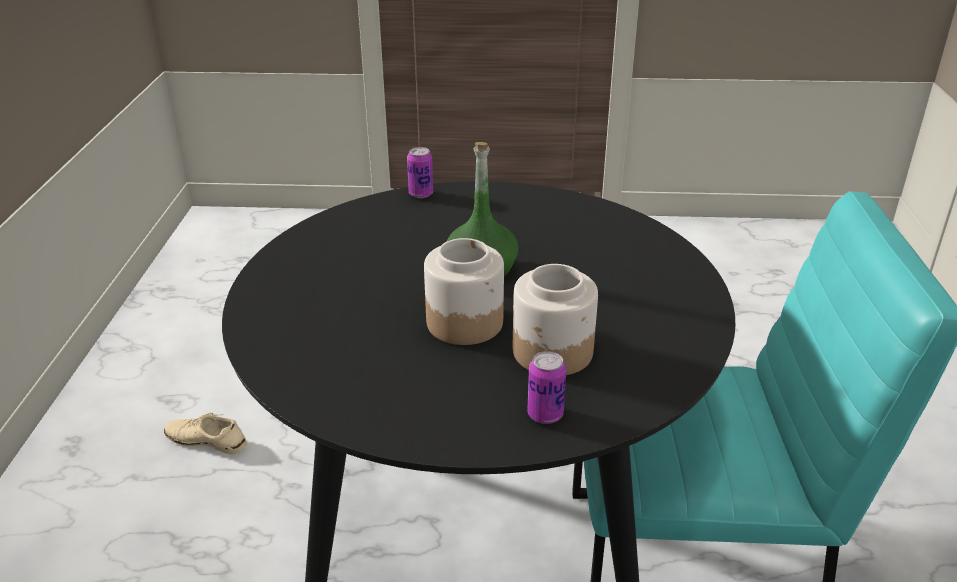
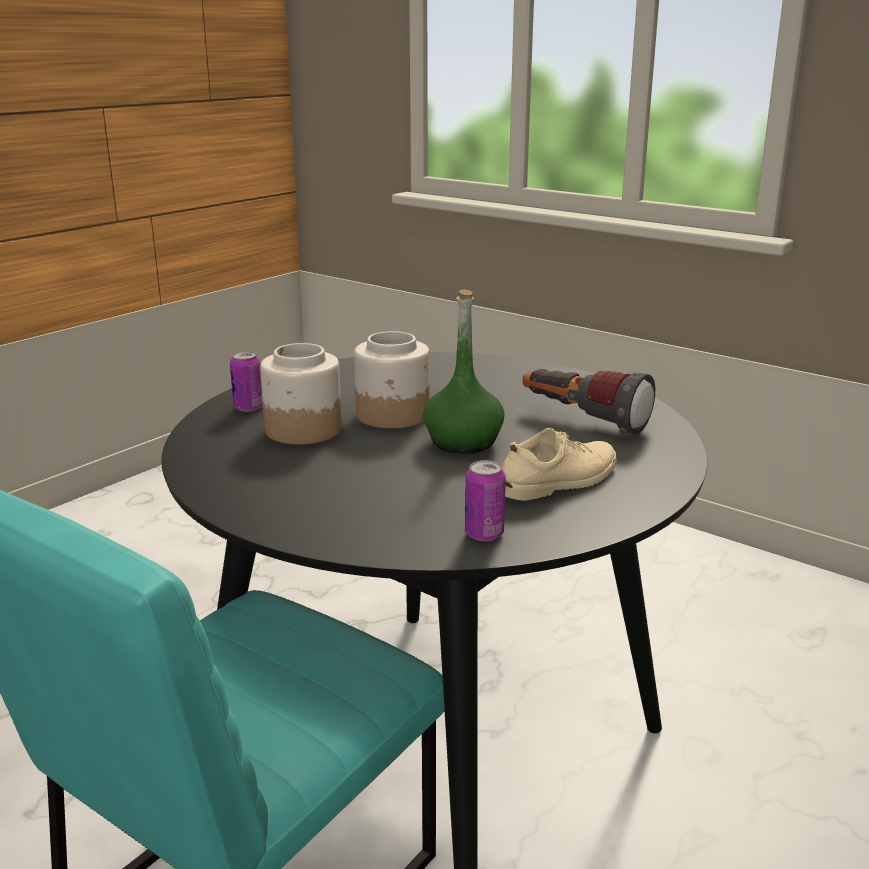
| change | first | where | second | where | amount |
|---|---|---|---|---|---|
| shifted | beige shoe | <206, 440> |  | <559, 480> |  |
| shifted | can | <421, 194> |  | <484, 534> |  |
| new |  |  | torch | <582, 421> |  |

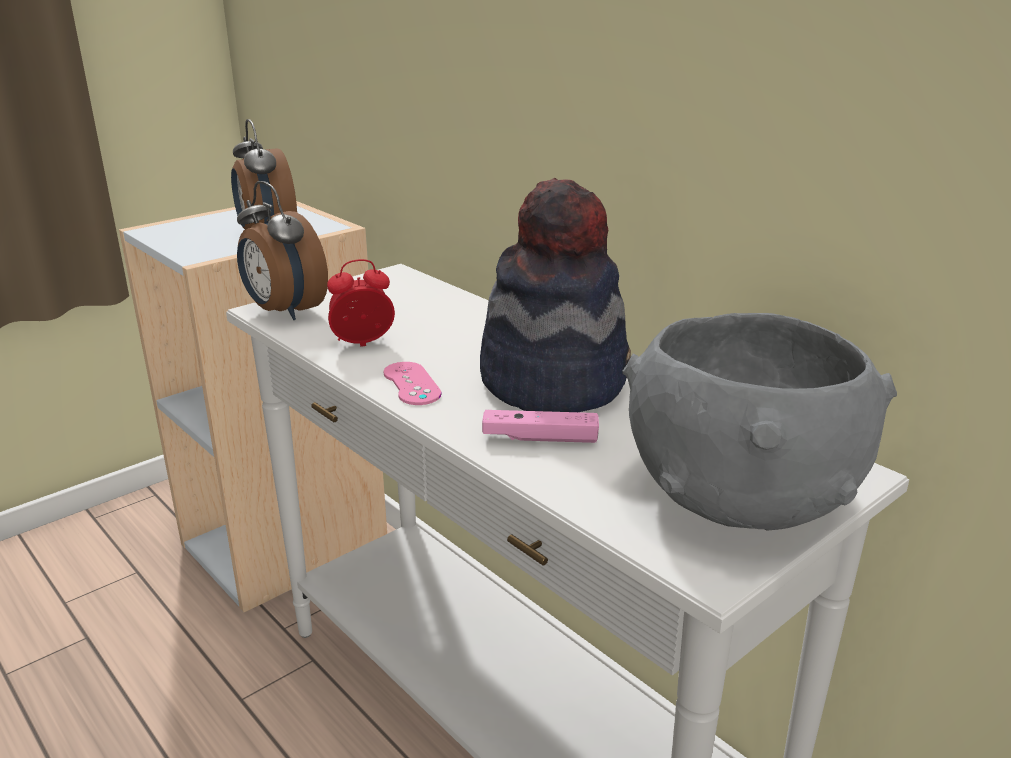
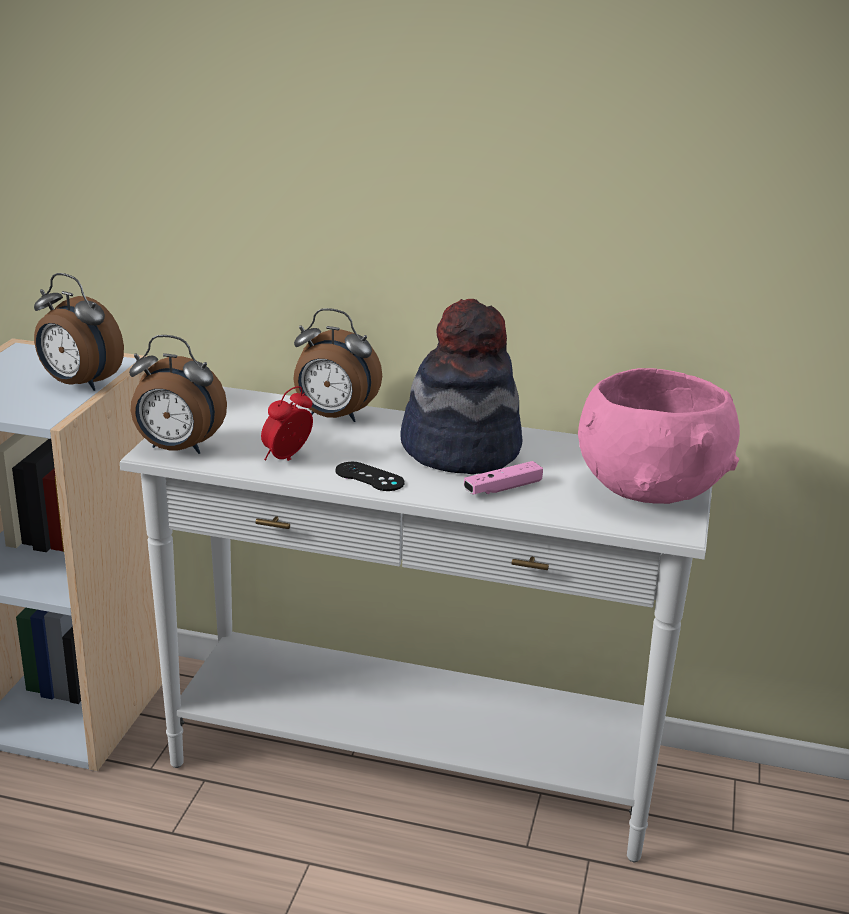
| change | first | where | second | where | amount |
|---|---|---|---|---|---|
| repainted | pinkish gamepad | <411, 384> | black-coloured gamepad | <369, 477> |  |
| repainted | gray bowl | <738, 497> | pinkish bowl | <649, 489> |  |
| new |  |  | table clock | <334, 417> |  |

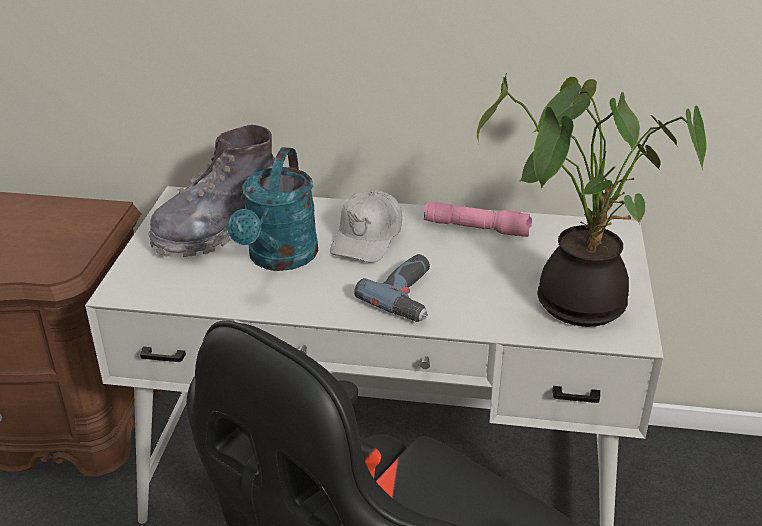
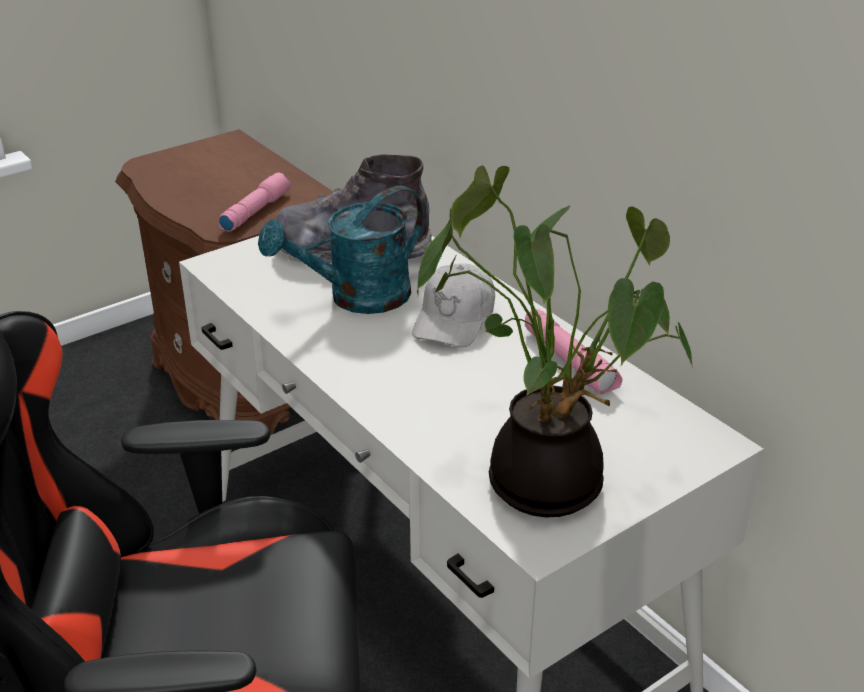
| change | first | where | second | where | amount |
|---|---|---|---|---|---|
| rotated | white baseball cap | <367, 238> |  | <455, 319> | 45 degrees counterclockwise |
| gone | power drill | <410, 296> |  |  |  |
| new |  |  | pinkish torch | <255, 211> |  |

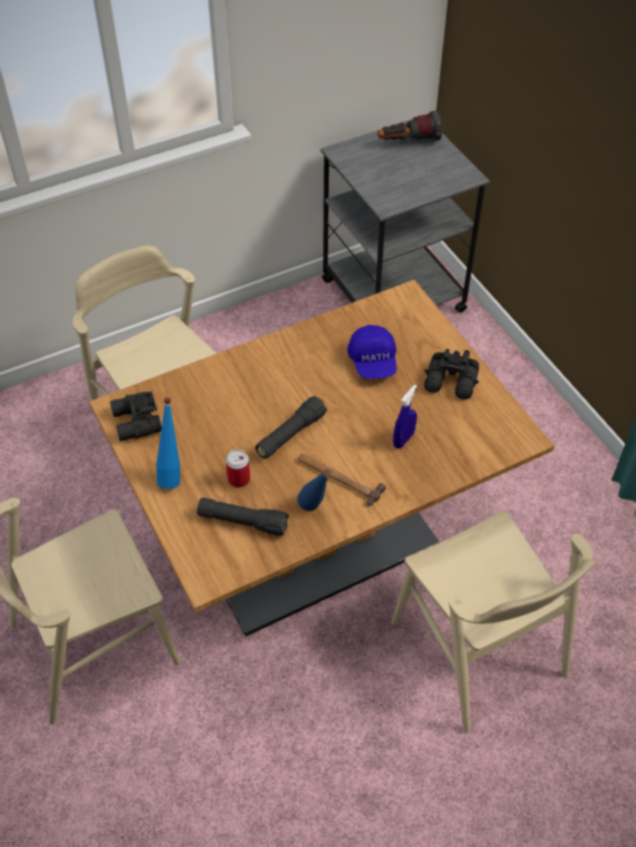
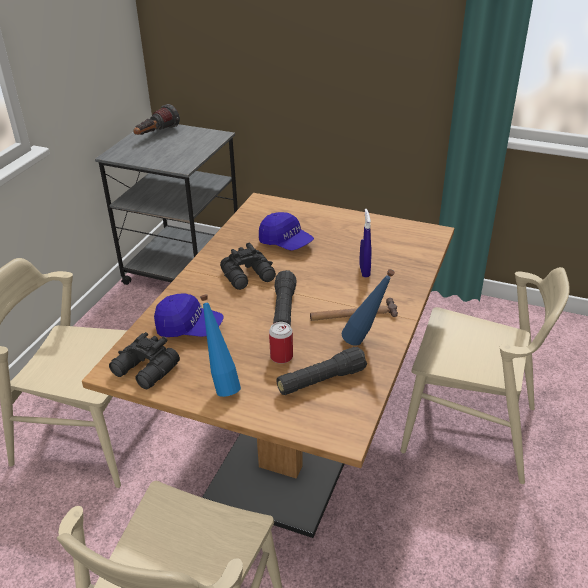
| change | first | where | second | where | amount |
|---|---|---|---|---|---|
| shifted | black-coloured pair of binoculars | <451, 382> |  | <249, 276> |  |
| new |  |  | blue baseball cap | <189, 328> |  |

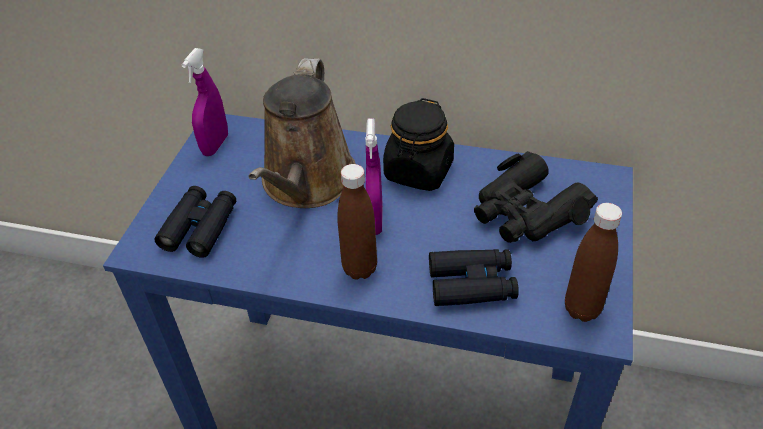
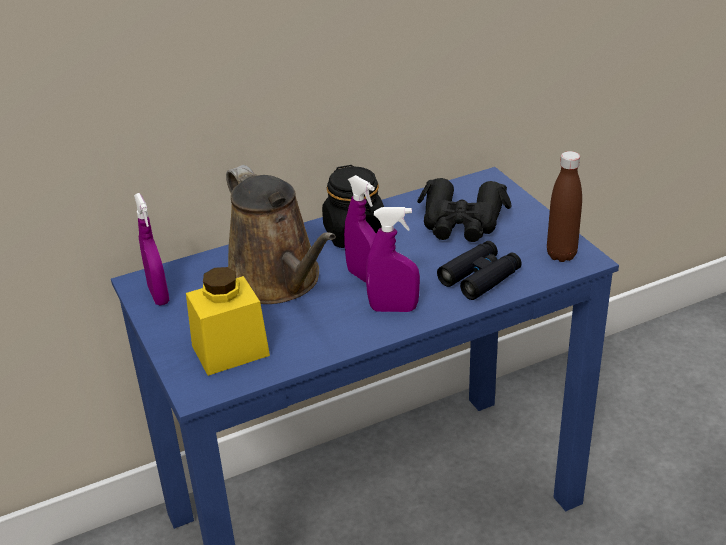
| change | first | where | second | where | amount |
|---|---|---|---|---|---|
| swapped | black-coloured pair of binoculars | <200, 227> | yellowish jar | <230, 350> |  |
| swapped | brownish beverage bottle | <359, 268> | purple hand sprayer | <393, 309> |  |

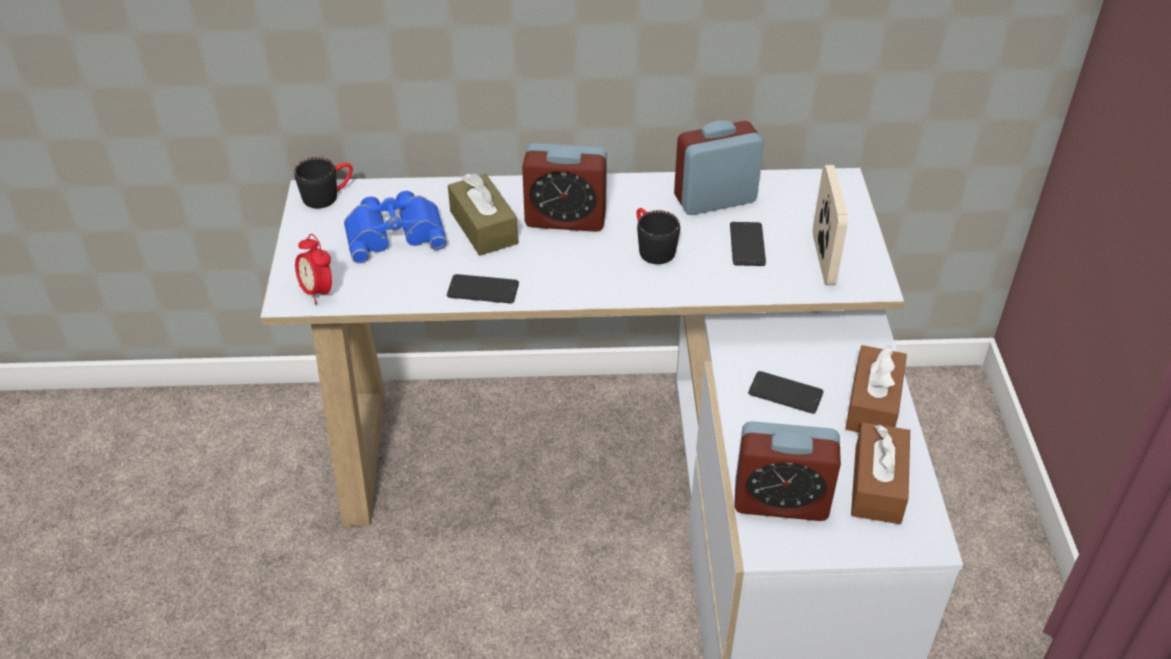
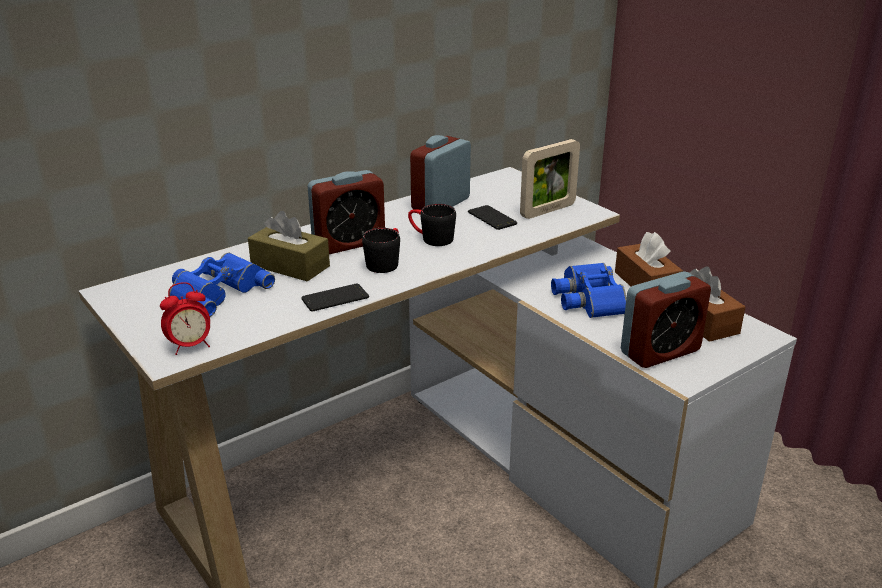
| change | first | where | second | where | amount |
|---|---|---|---|---|---|
| shifted | black-coloured coffee mug | <328, 195> |  | <385, 262> |  |
| rotated | table clock | <317, 292> |  | <190, 346> | 45 degrees counterclockwise |
| swapped | handset | <785, 393> | blue pair of binoculars | <589, 298> |  |
| rotated | photo frame | <823, 259> |  | <547, 210> | 90 degrees clockwise |

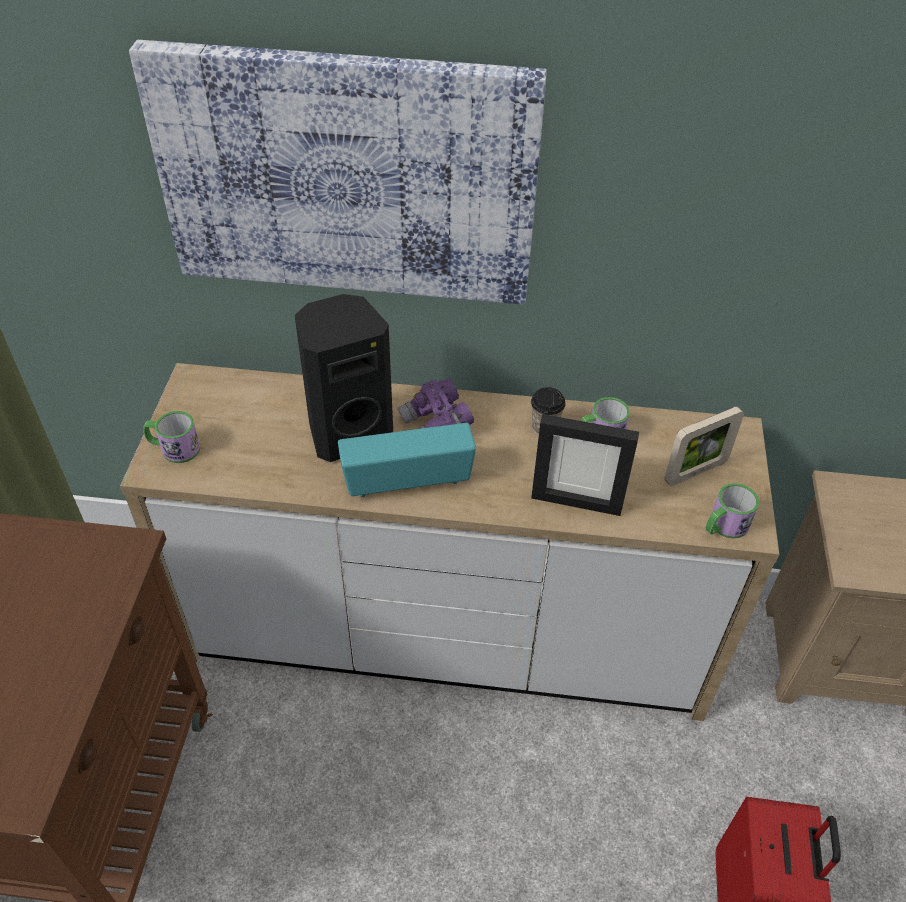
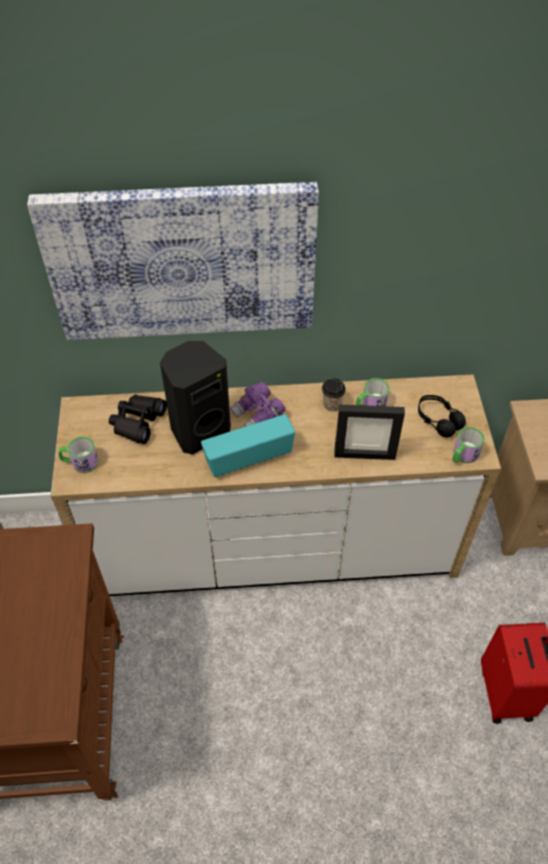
| change | first | where | second | where | amount |
|---|---|---|---|---|---|
| swapped | photo frame | <695, 472> | black-coloured headphones | <438, 420> |  |
| new |  |  | black-coloured pair of binoculars | <137, 422> |  |

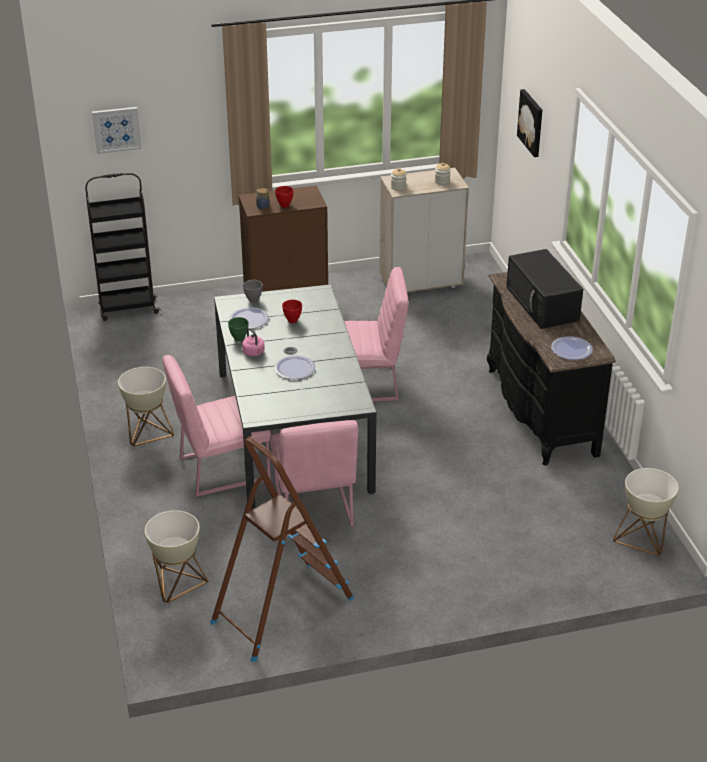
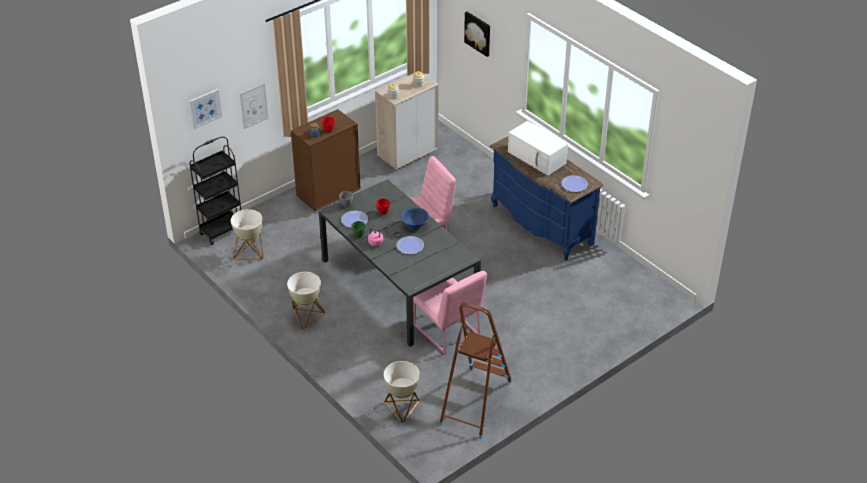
| change | first | where | second | where | amount |
|---|---|---|---|---|---|
| gone | pinkish plain chair | <221, 469> |  |  |  |
| repainted | black-coloured dresser | <538, 412> | blue dresser | <541, 226> |  |
| repainted | black-coloured microwave oven | <543, 304> | white microwave oven | <537, 158> |  |
| shifted | flower pot | <641, 541> |  | <250, 253> |  |
| new |  |  | picture | <253, 106> |  |
| new |  |  | blue bowl | <414, 225> |  |

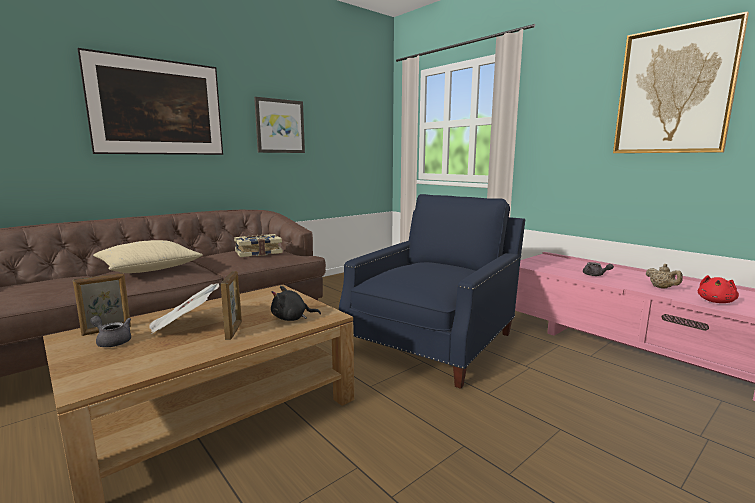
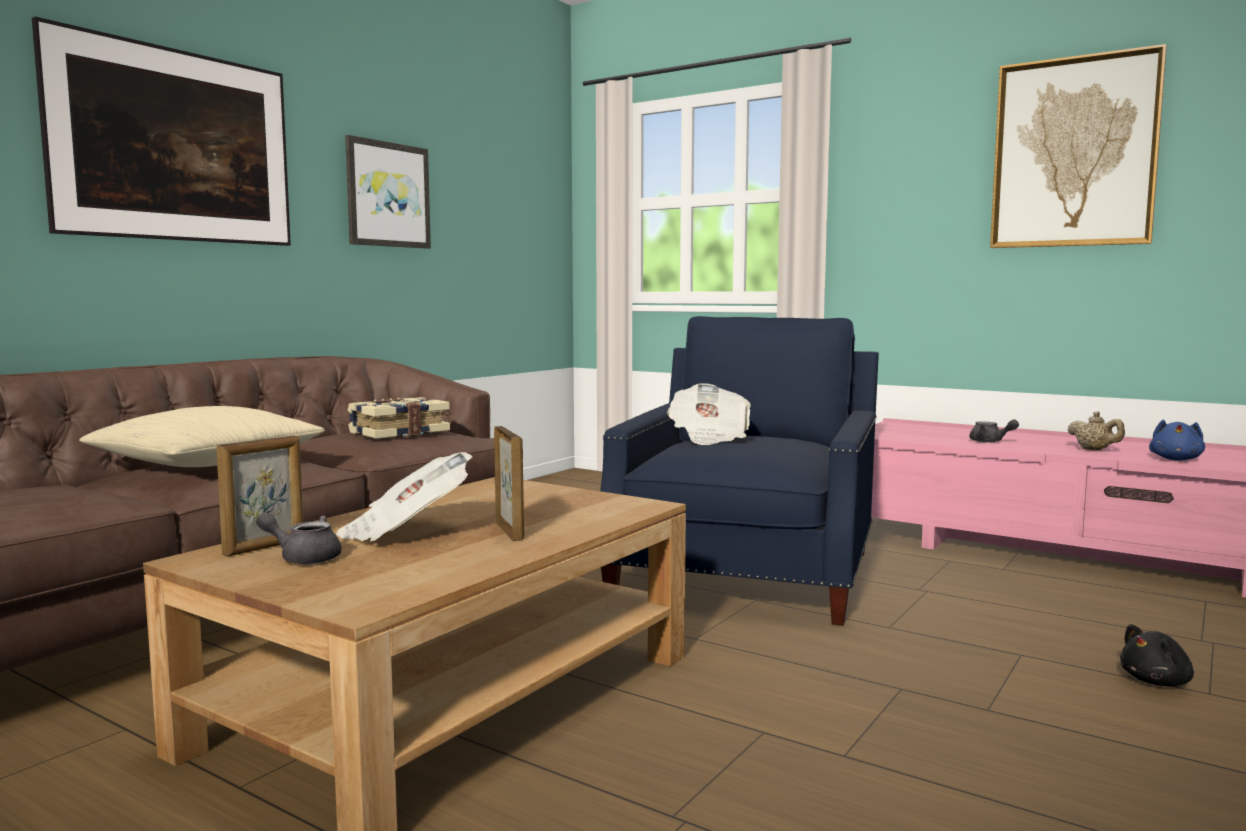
| change | first | where | second | where | amount |
|---|---|---|---|---|---|
| shifted | black-coloured plush toy | <292, 318> |  | <1158, 682> |  |
| repainted | reddish plush toy | <716, 301> | blue plush toy | <1176, 459> |  |
| new |  |  | printed paper | <709, 438> |  |

